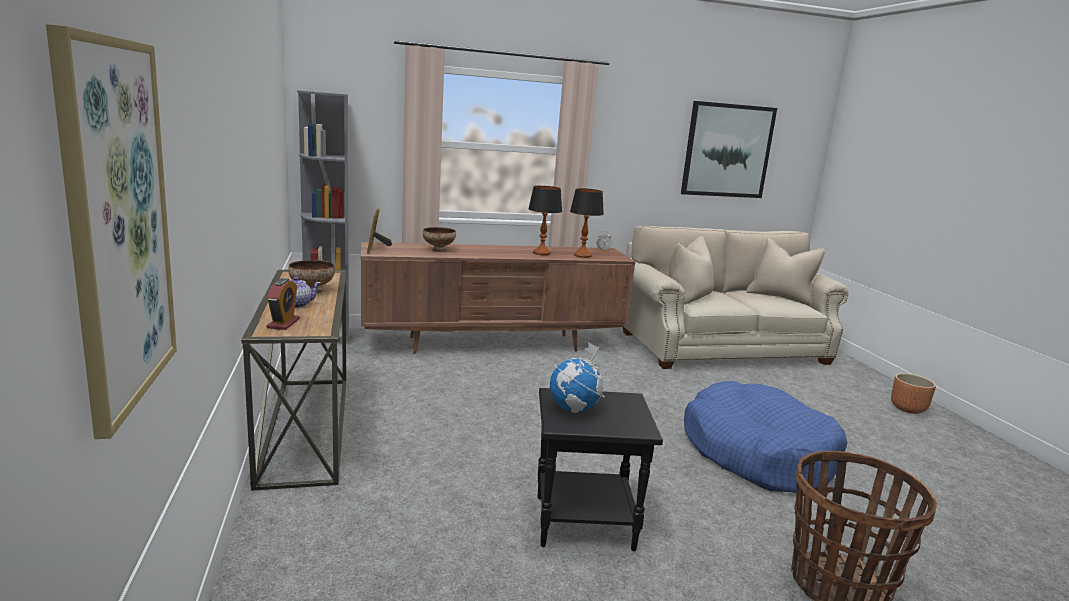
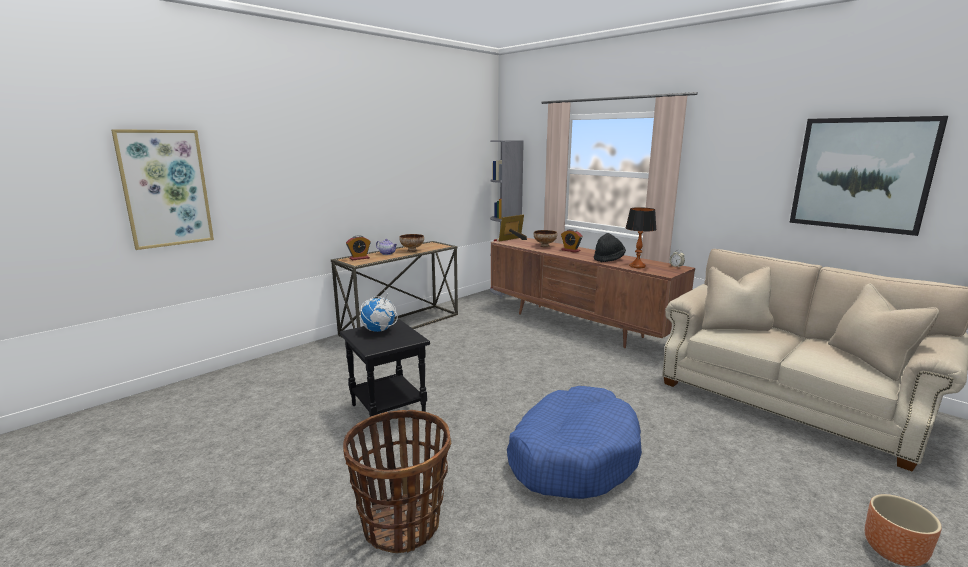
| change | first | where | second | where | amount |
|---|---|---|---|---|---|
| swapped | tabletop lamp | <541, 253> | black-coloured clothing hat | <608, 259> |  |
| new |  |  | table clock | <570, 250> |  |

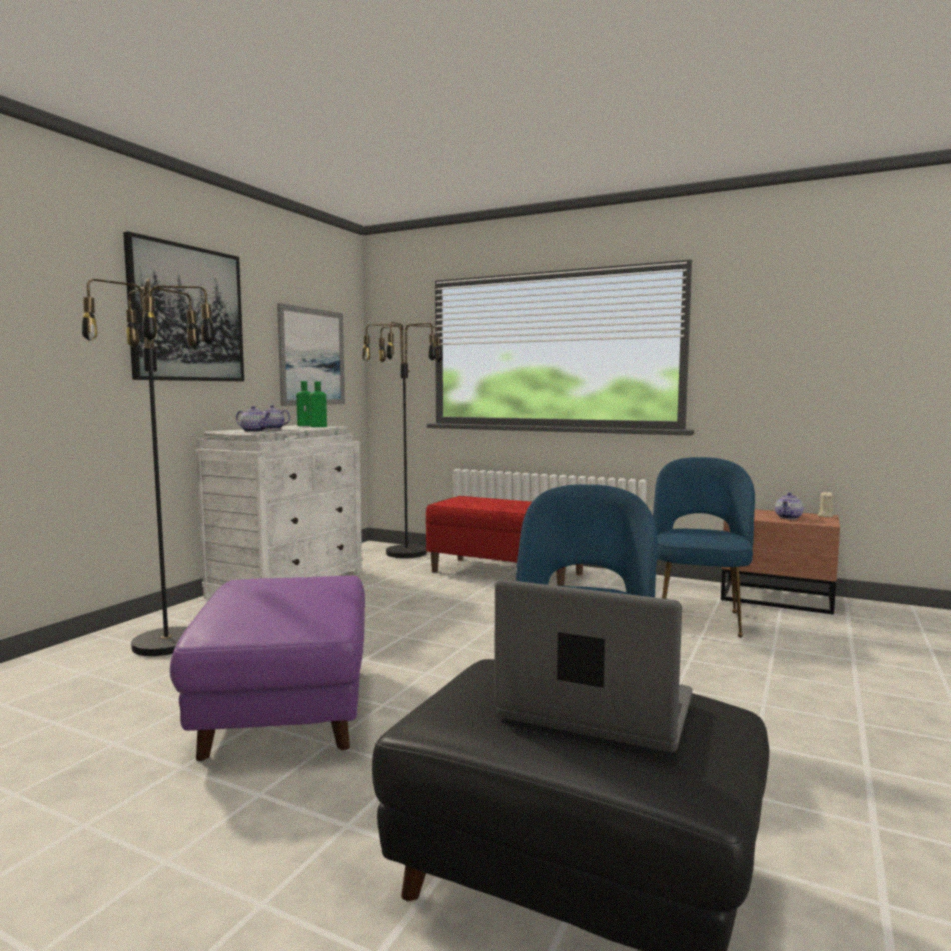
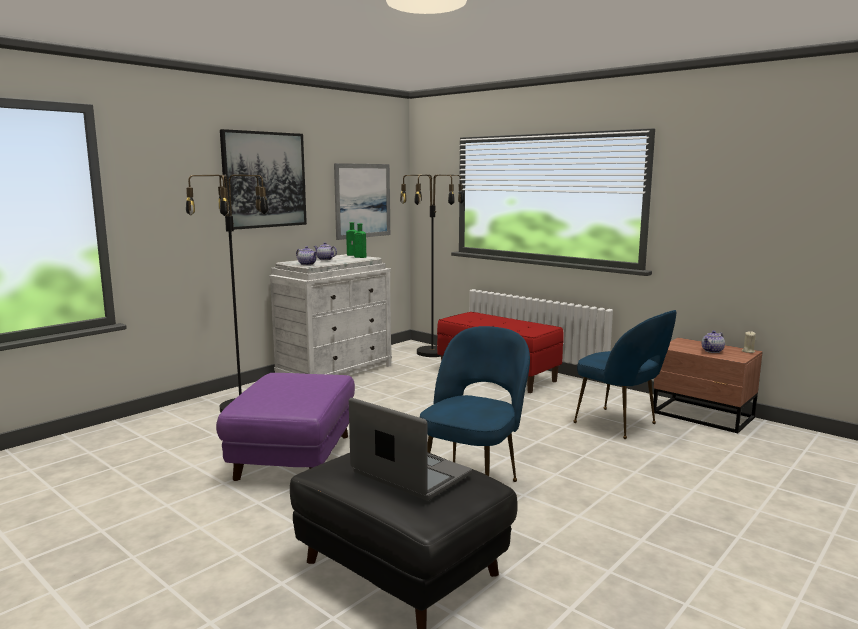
| change | first | where | second | where | amount |
|---|---|---|---|---|---|
| rotated | blue plain chair | <699, 618> |  | <620, 425> | 105 degrees clockwise |

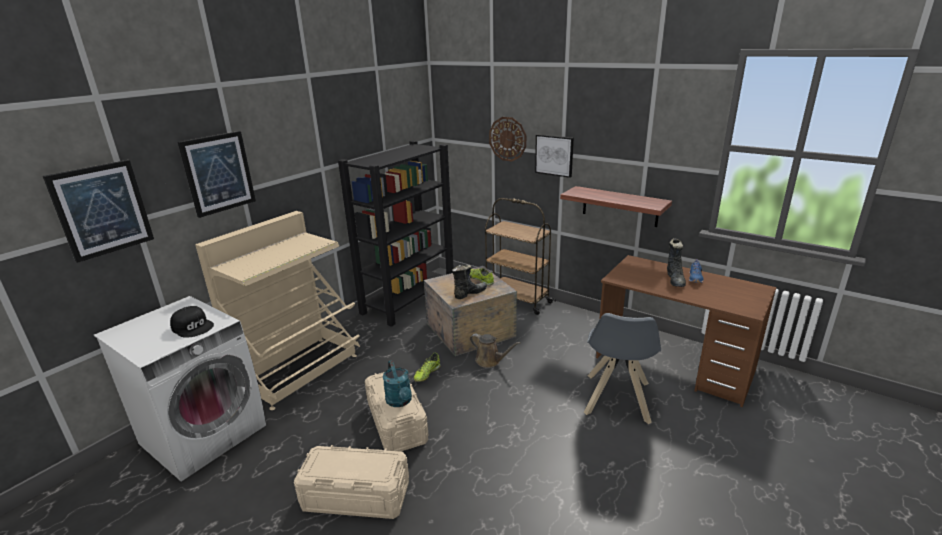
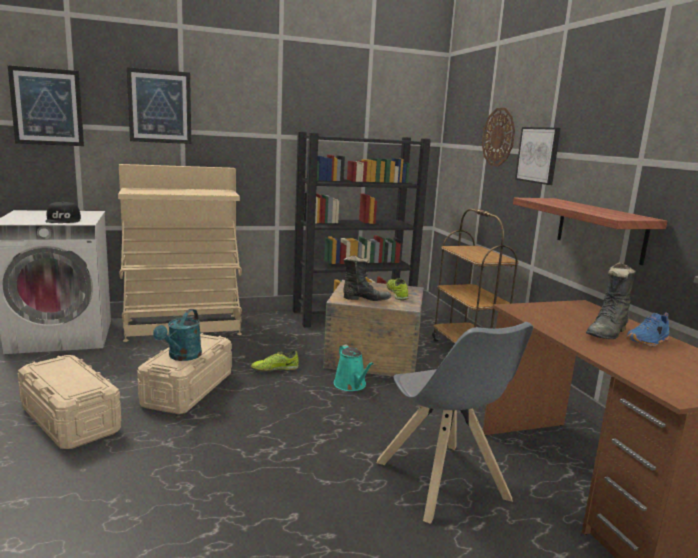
| change | first | where | second | where | amount |
|---|---|---|---|---|---|
| repainted | brownish sprinkling can | <490, 361> | turquoise sprinkling can | <351, 385> |  |
| rotated | gray plain chair | <617, 399> |  | <443, 483> | 75 degrees counterclockwise |

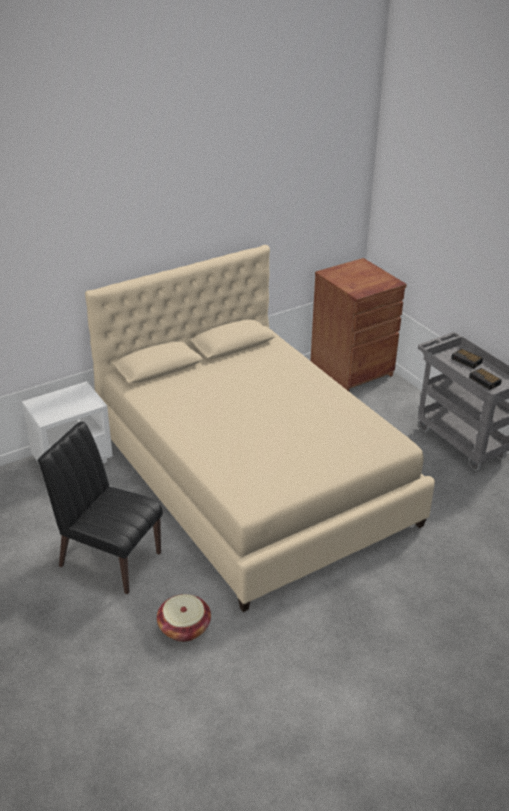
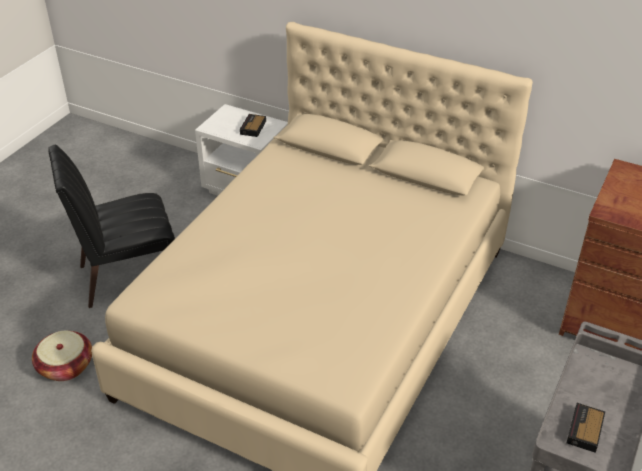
| change | first | where | second | where | amount |
|---|---|---|---|---|---|
| rotated | black-coloured plain chair | <111, 560> |  | <128, 276> | 105 degrees counterclockwise |
| shifted | table clock | <467, 361> |  | <253, 128> |  |

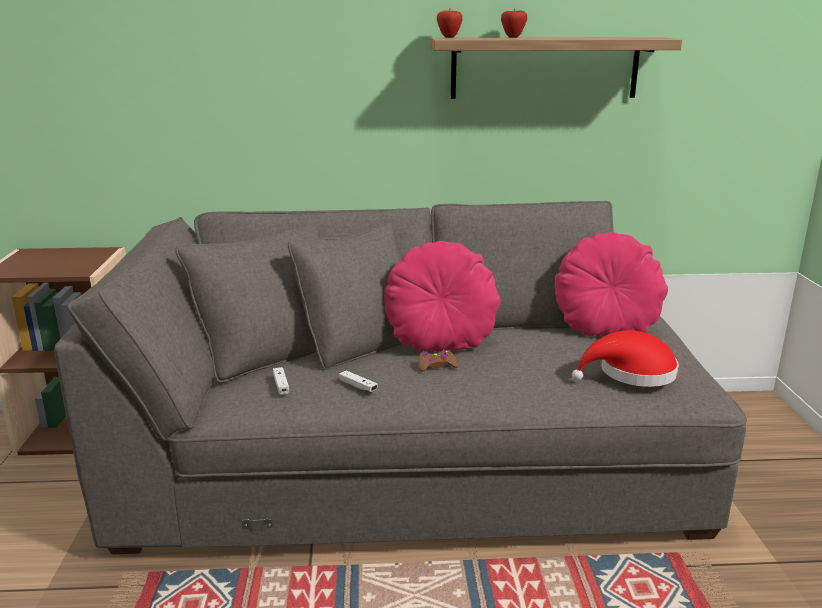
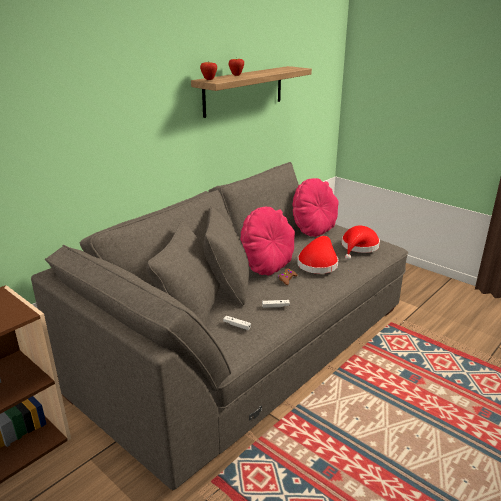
| change | first | where | second | where | amount |
|---|---|---|---|---|---|
| new |  |  | reddish clothing hat | <318, 263> |  |

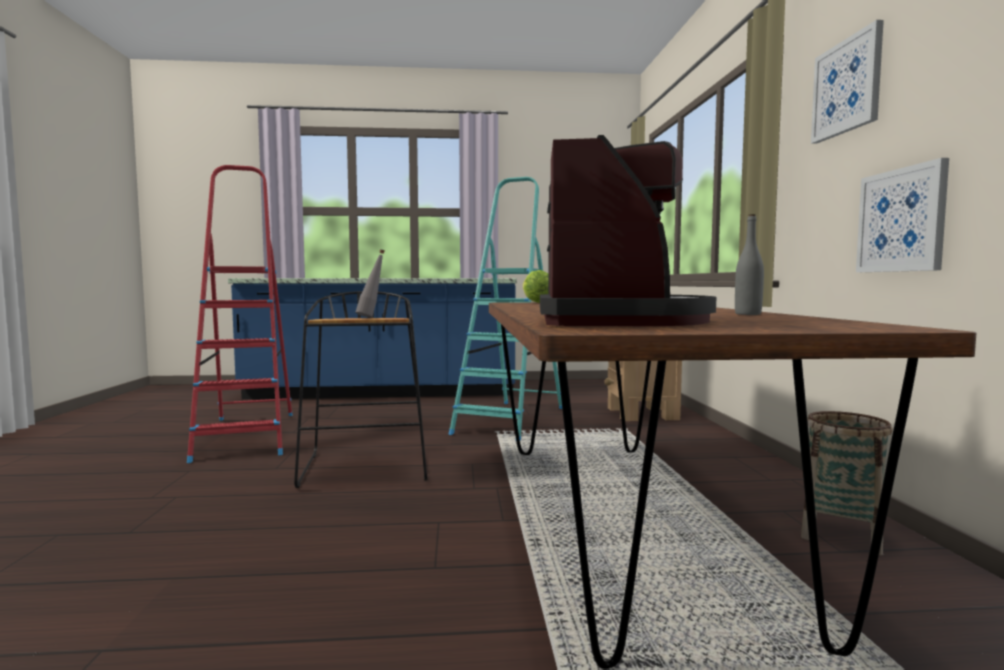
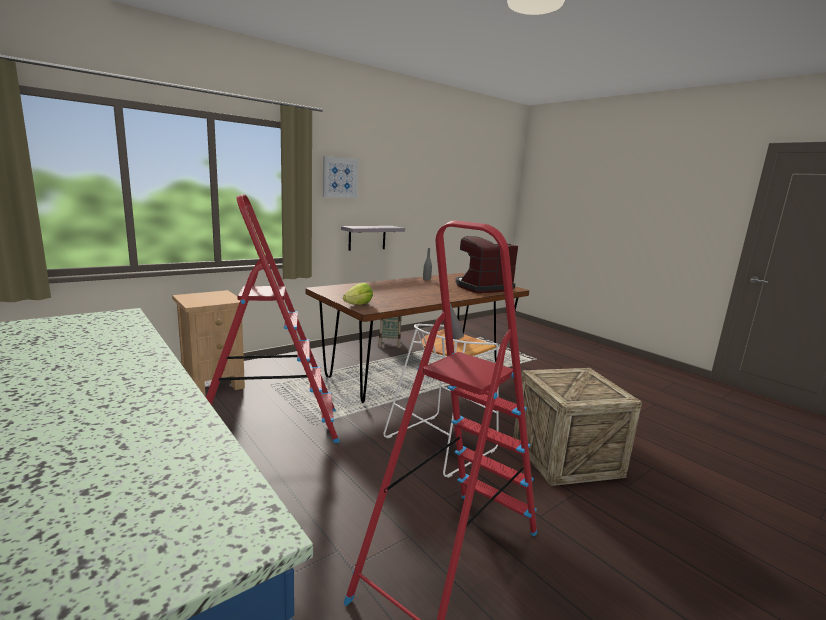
| change | first | where | second | where | amount |
|---|---|---|---|---|---|
| repainted | black-coloured stool | <368, 468> | white stool | <440, 443> |  |
| repainted | turquoise stepladder | <511, 420> | reddish stepladder | <269, 429> |  |
| swapped | picture | <901, 220> | gray wall shelf | <367, 238> |  |
| new |  |  | packing crate | <566, 457> |  |

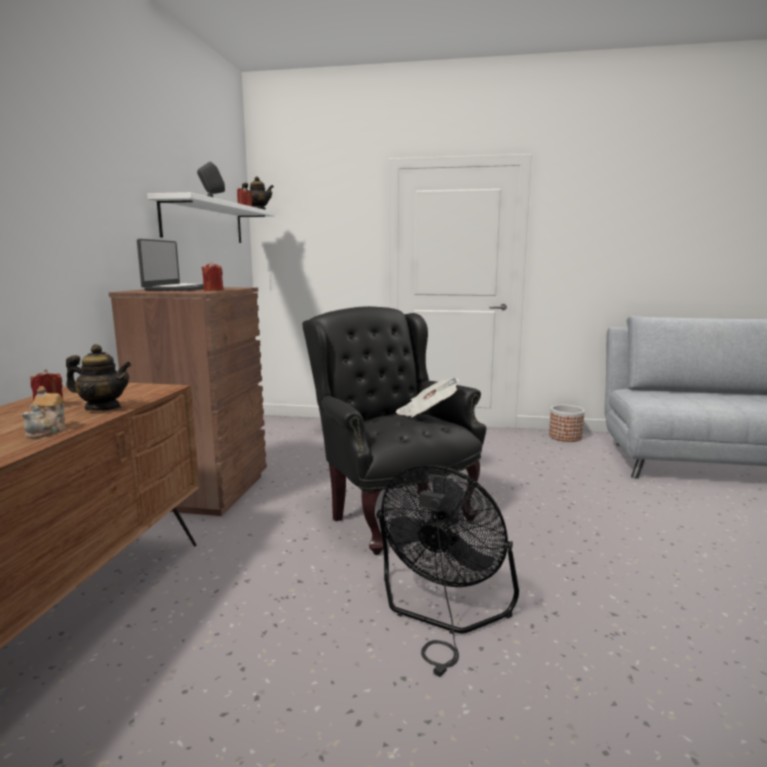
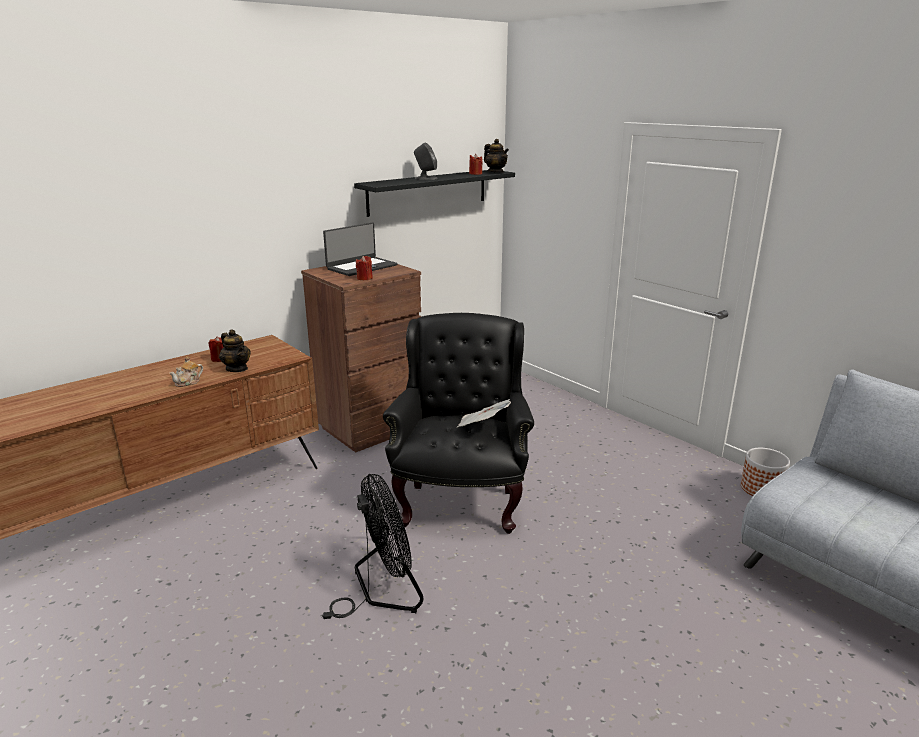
| change | first | where | second | where | amount |
|---|---|---|---|---|---|
| repainted | white wall shelf | <204, 222> | black-coloured wall shelf | <428, 192> |  |

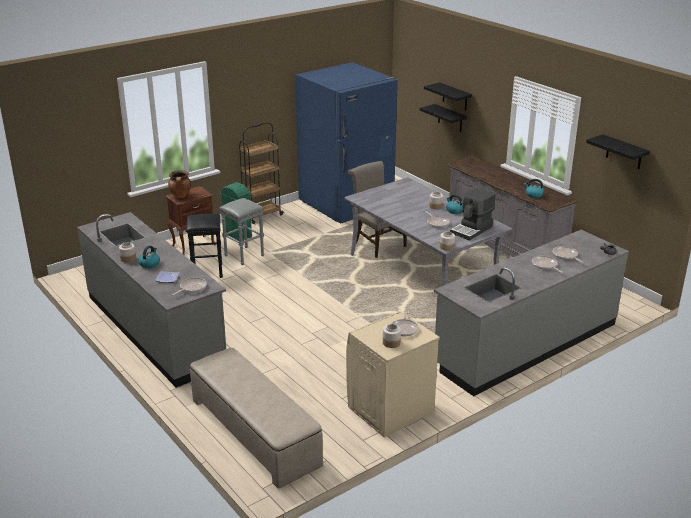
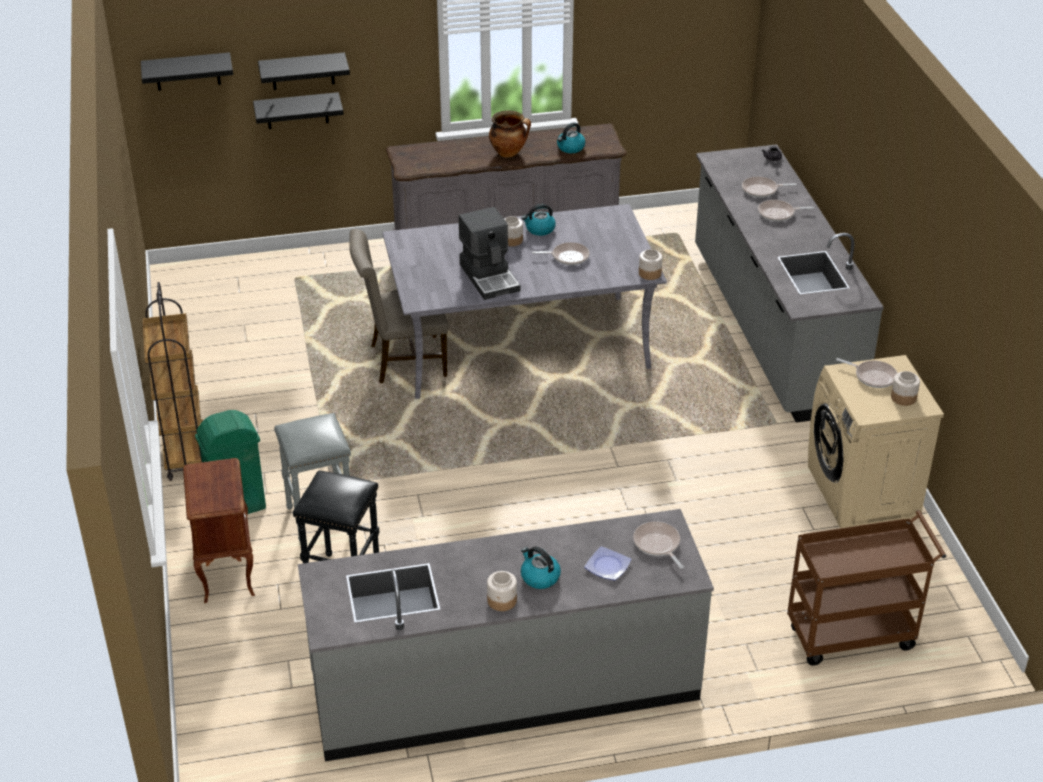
| change | first | where | second | where | amount |
|---|---|---|---|---|---|
| shifted | stockpot | <180, 196> |  | <509, 153> |  |
| swapped | beige indoor bench | <253, 431> | brownish cart | <853, 639> |  |
| gone | blue kitchen fridge | <346, 204> |  |  |  |
| shifted | coffee brewer | <472, 230> |  | <490, 277> |  |
| shifted | black-coloured wall shelf | <624, 152> |  | <187, 71> |  |

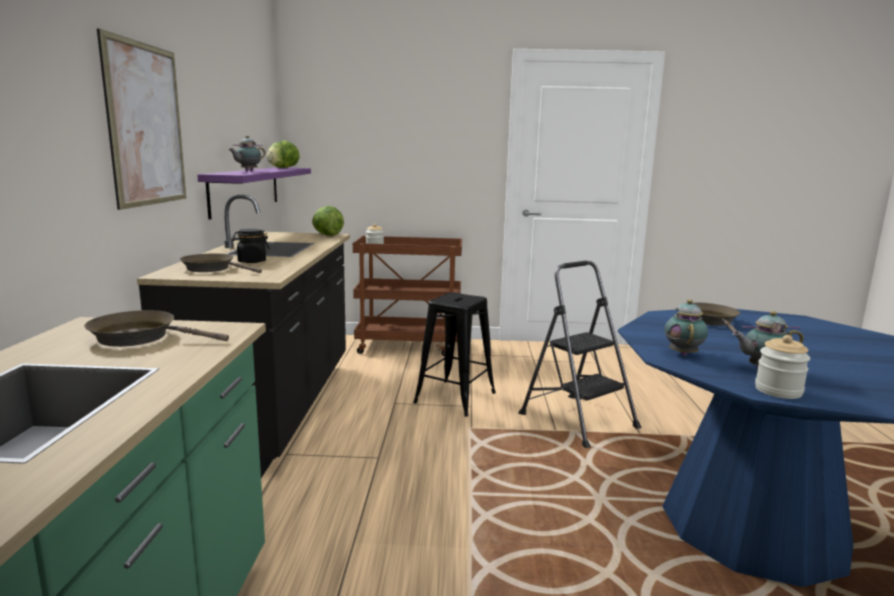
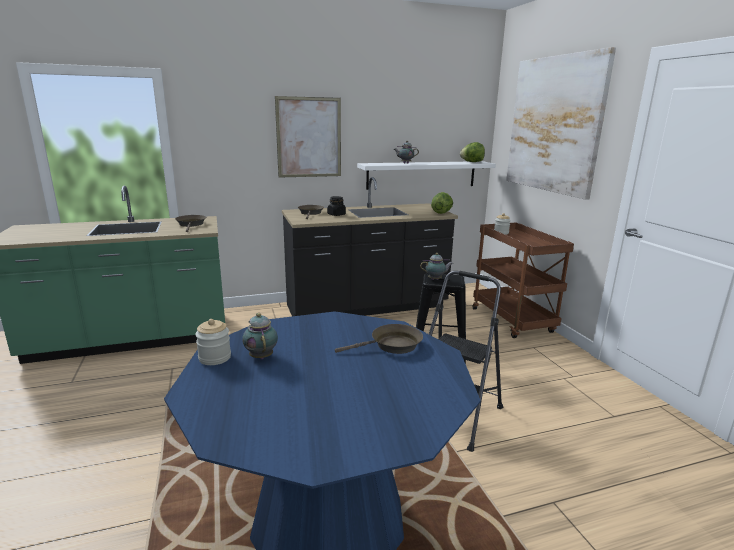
| change | first | where | second | where | amount |
|---|---|---|---|---|---|
| repainted | purple wall shelf | <245, 189> | white wall shelf | <422, 175> |  |
| shifted | pot for tea | <683, 353> |  | <436, 279> |  |
| new |  |  | picture | <554, 125> |  |

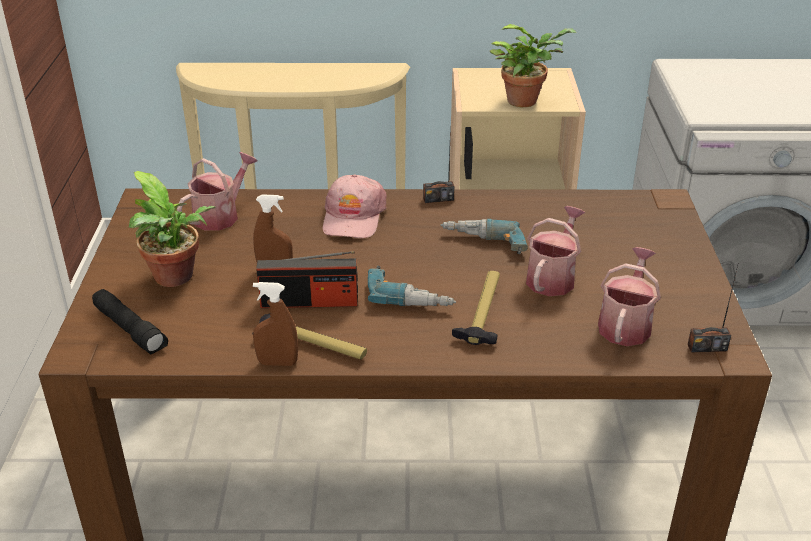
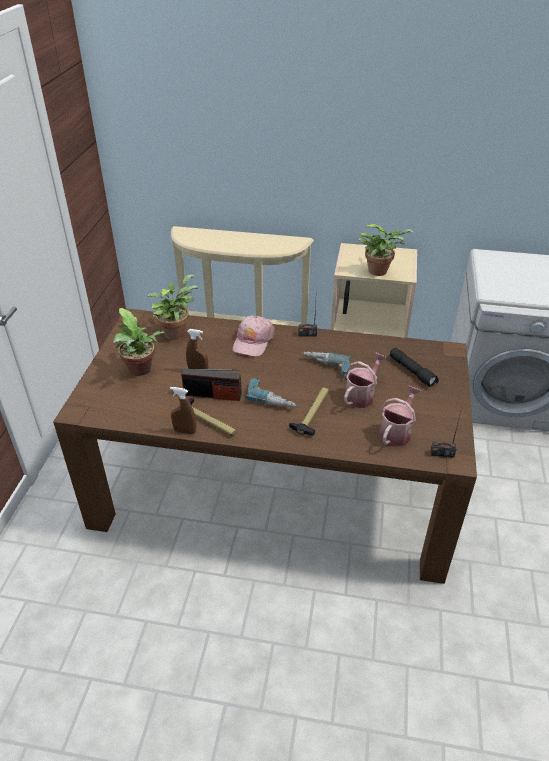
| change | first | where | second | where | amount |
|---|---|---|---|---|---|
| shifted | black-coloured torch | <131, 329> |  | <412, 371> |  |
| swapped | sprinkling can | <220, 215> | plant in a pot | <175, 332> |  |

